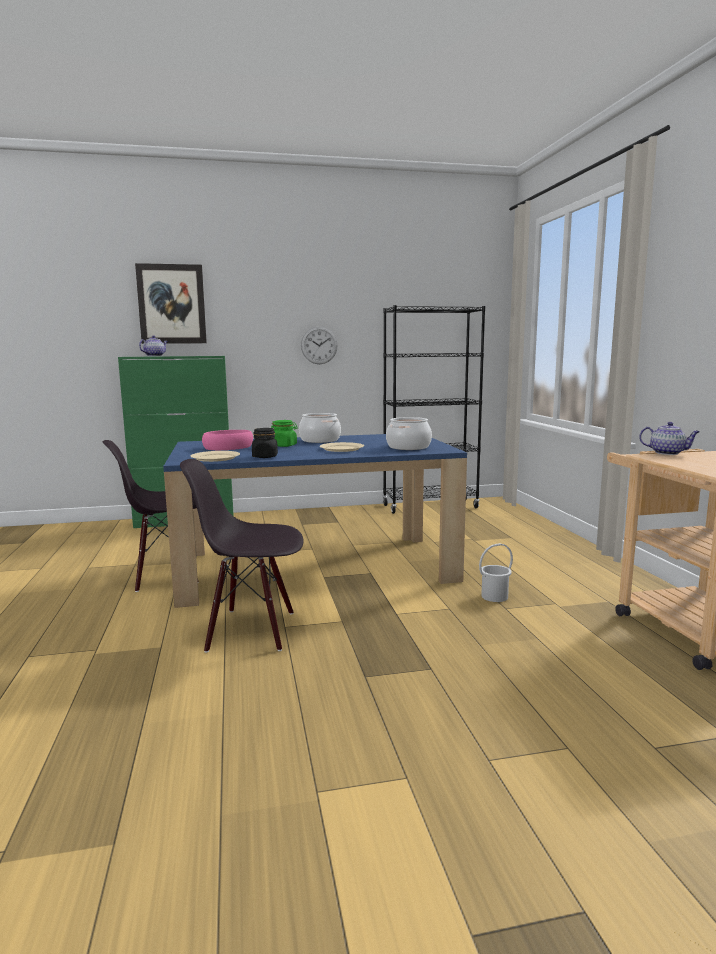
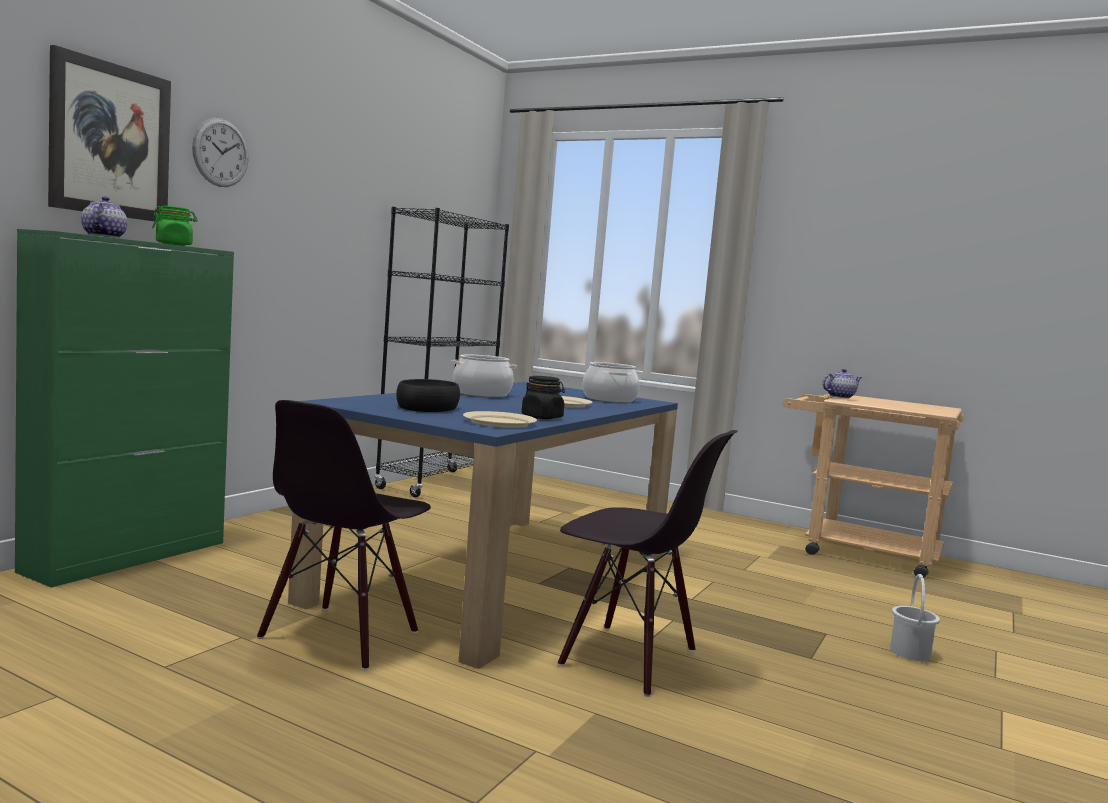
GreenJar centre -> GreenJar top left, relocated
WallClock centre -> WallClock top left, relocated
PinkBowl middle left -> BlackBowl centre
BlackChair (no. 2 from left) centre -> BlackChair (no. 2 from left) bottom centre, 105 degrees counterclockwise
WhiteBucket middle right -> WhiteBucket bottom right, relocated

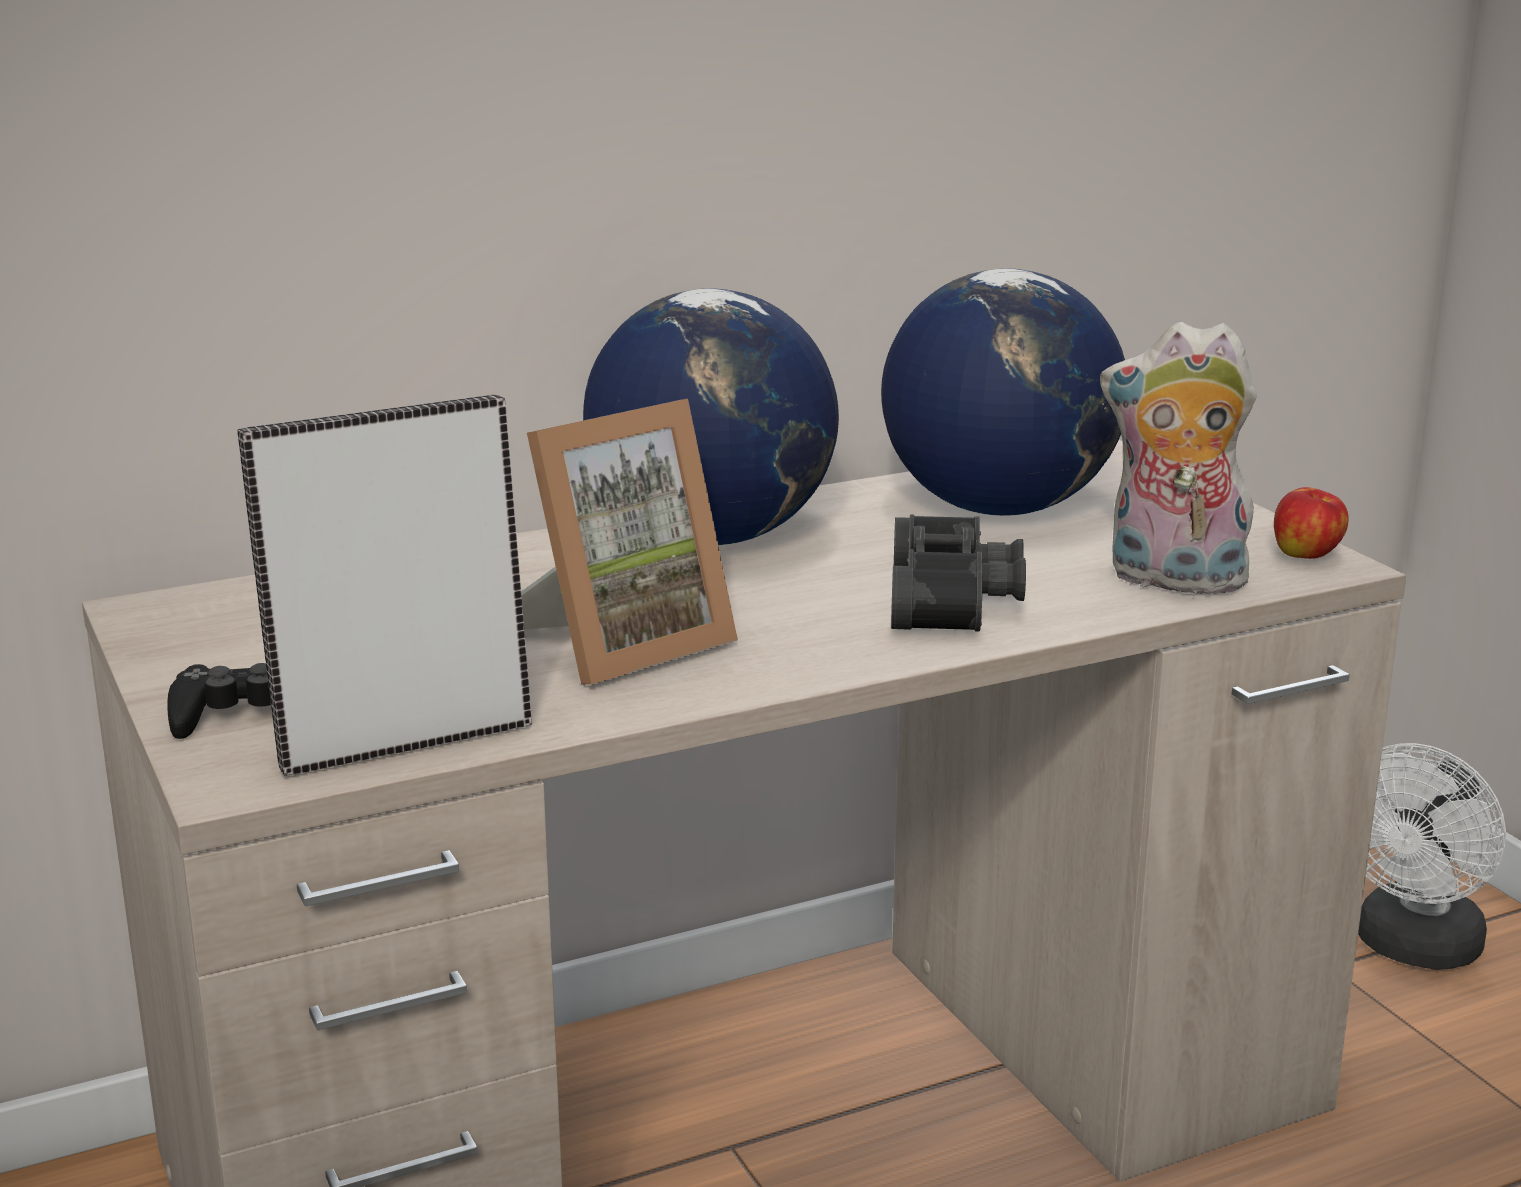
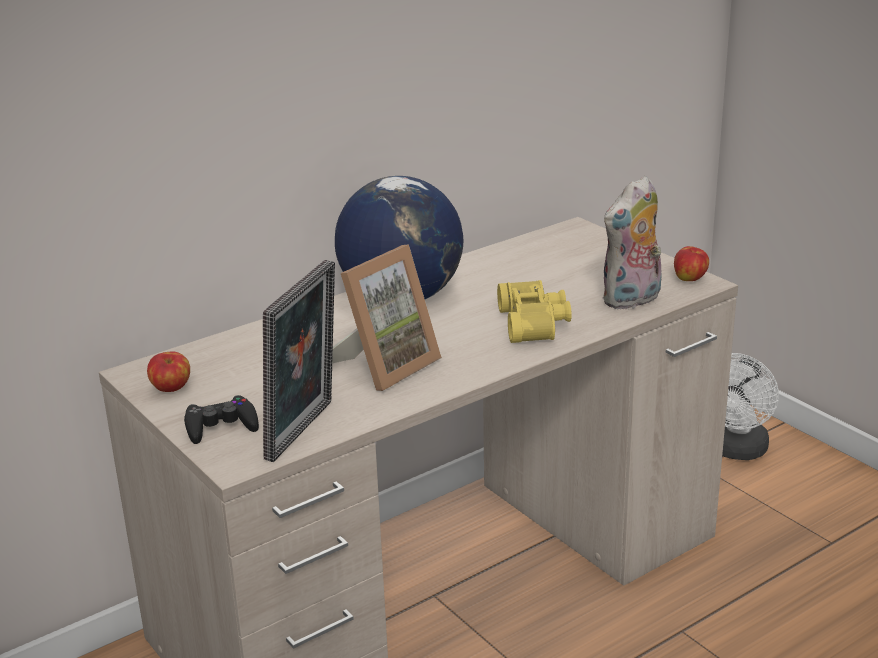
none -> Apple (no. 1 from left) middle left
PictureFrame (no. 1 from left) middle left -> PictureFrame (no. 1 from left) centre, 150 degrees clockwise
BlackBinoculars centre -> YellowBinoculars centre
PlushToy middle right, 45 degrees counterclockwise
Globe (no. 2 from left) top centre -> none

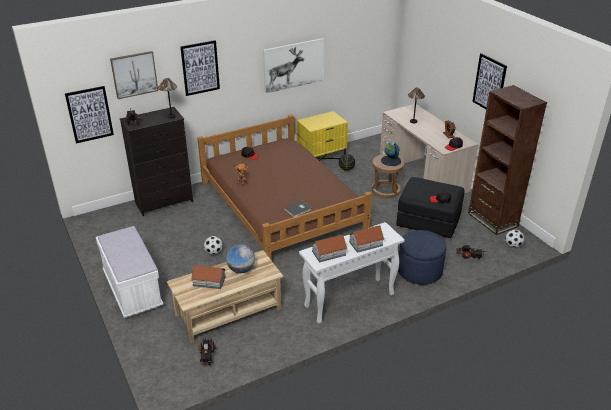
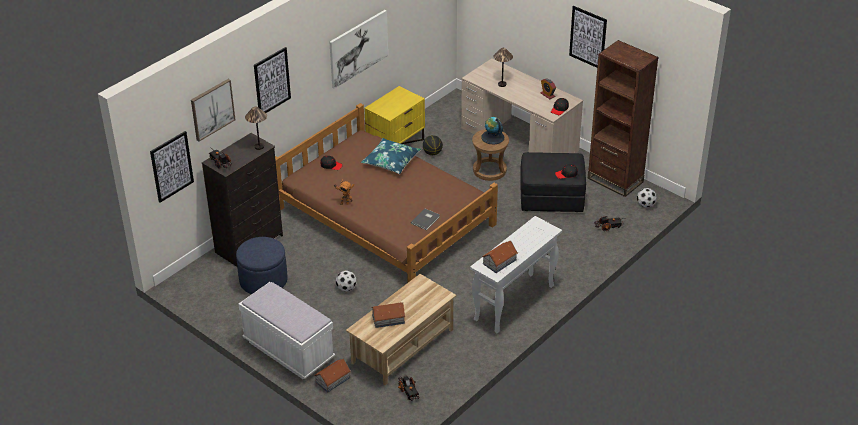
BlueOttoman middle right -> BlueOttoman middle left, relocated
ToyHouse (no. 3 from left in the first image) centre -> ToyHouse (no. 1 from left) bottom centre, relocated
none -> BluePillow centre
Globe (no. 1 from left) centre -> none

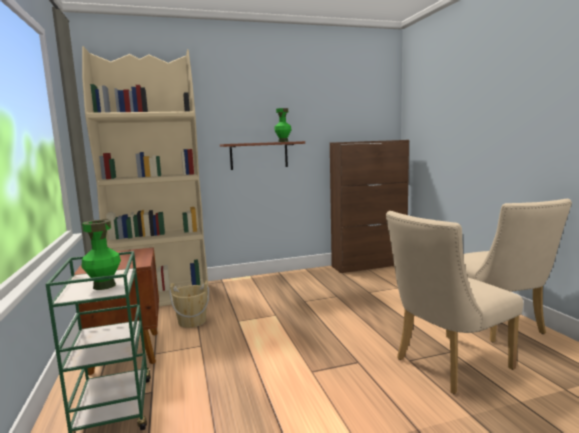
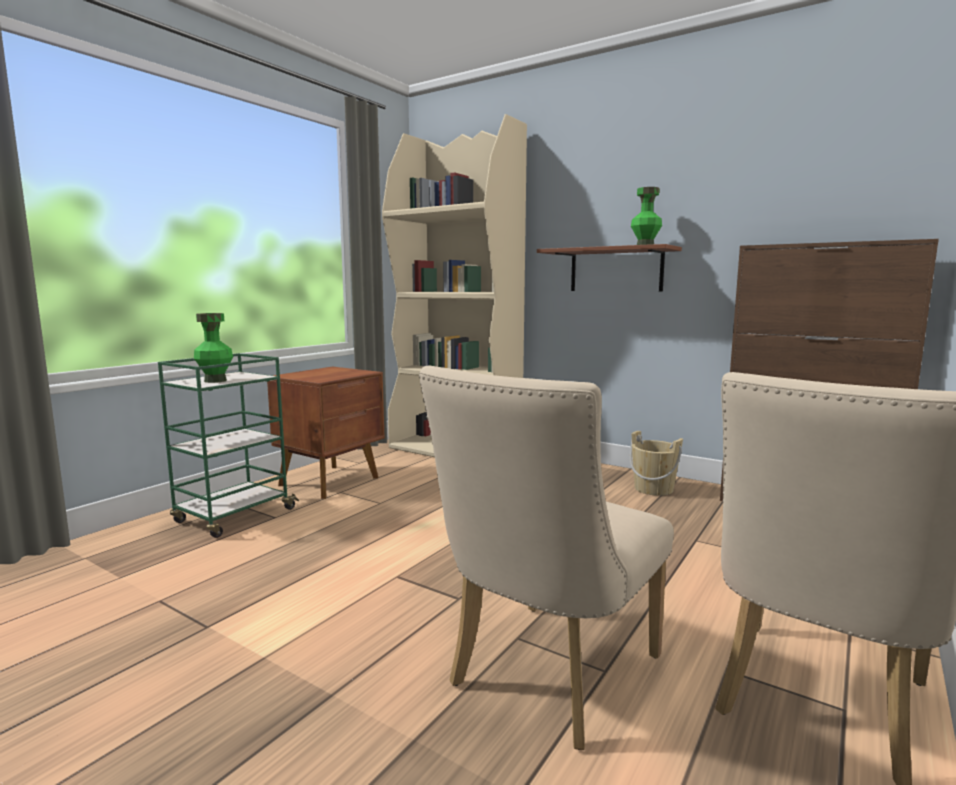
BeigeChair (no. 1 from left) bottom right -> BeigeChair (no. 1 from left) bottom centre, 75 degrees counterclockwise
BeigeBucket bottom left -> BeigeBucket middle right, relocated

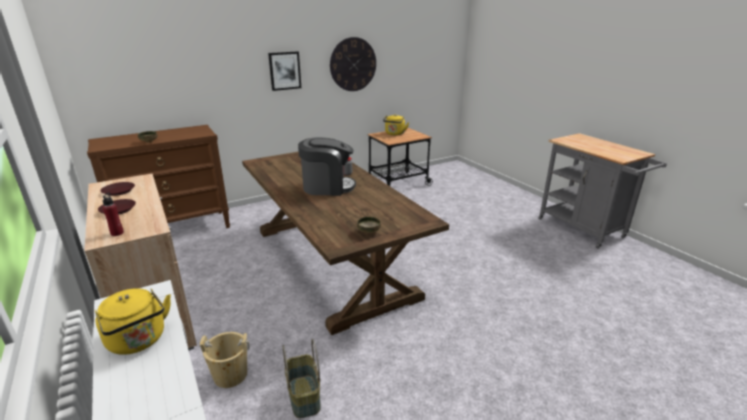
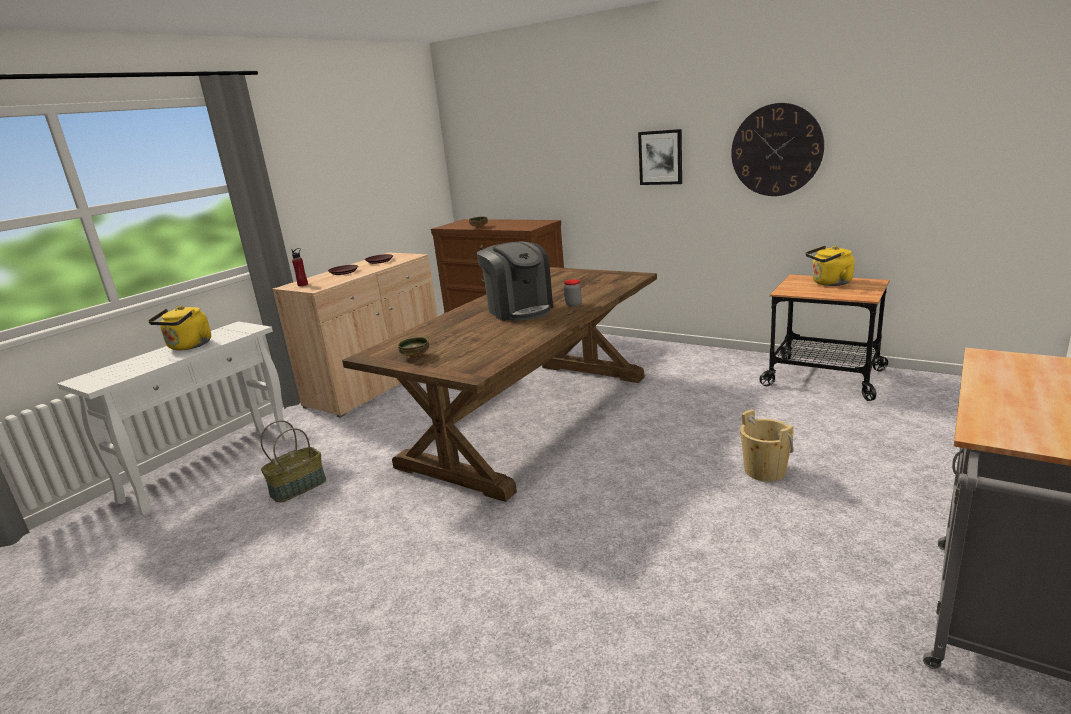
BeigeBucket bottom left -> BeigeBucket middle right, relocated

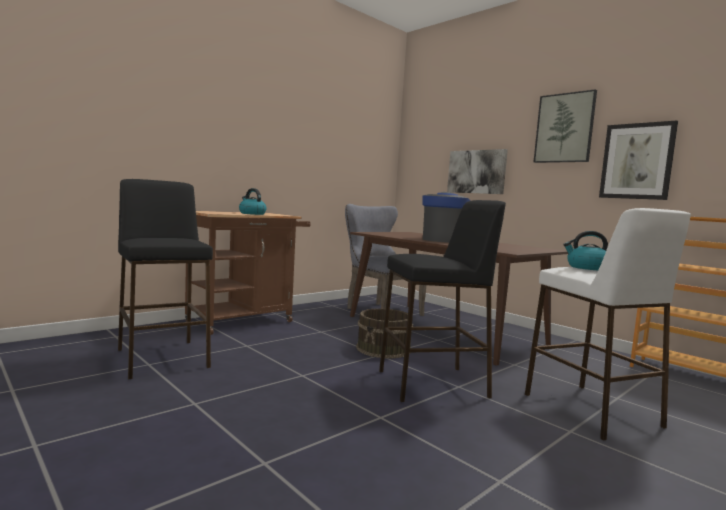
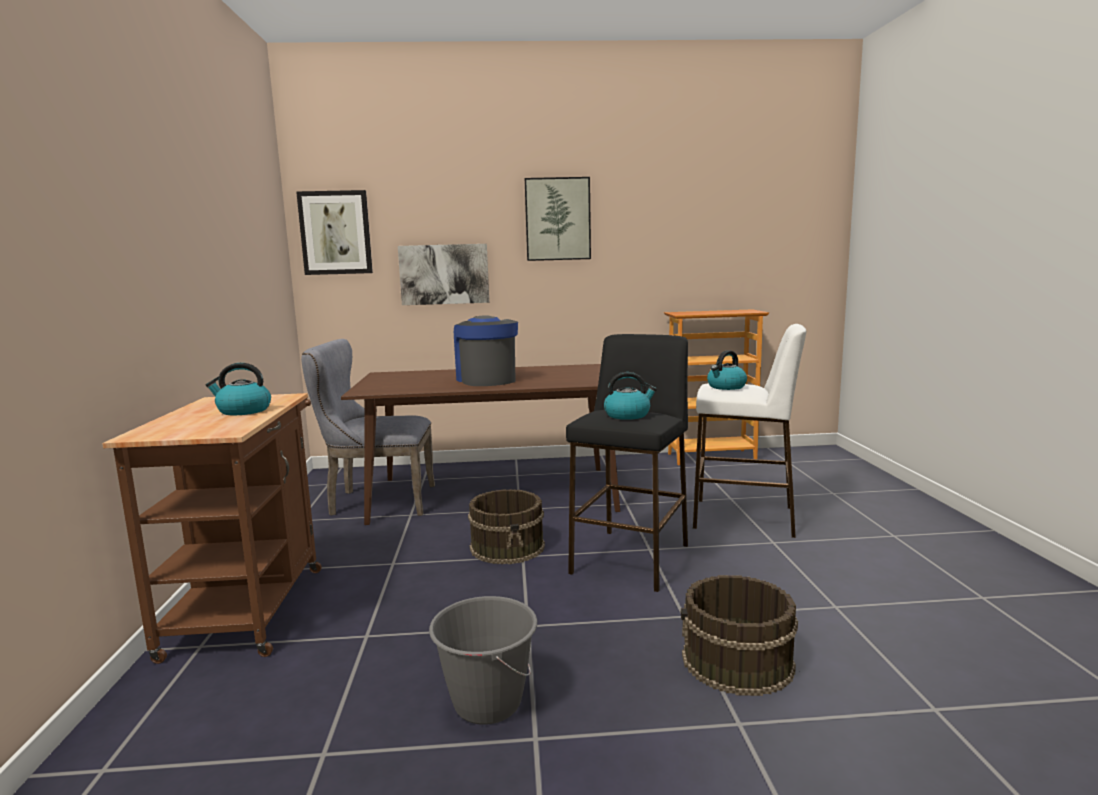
Picture (no. 3 from left in the first image) top right -> Picture (no. 1 from left) top left, relocated
none -> GreyBucket bottom centre
none -> Kettle (no. 2 from left) centre
none -> BrownBucket (no. 2 from left) bottom right
BlackStool (no. 1 from left) middle left -> none

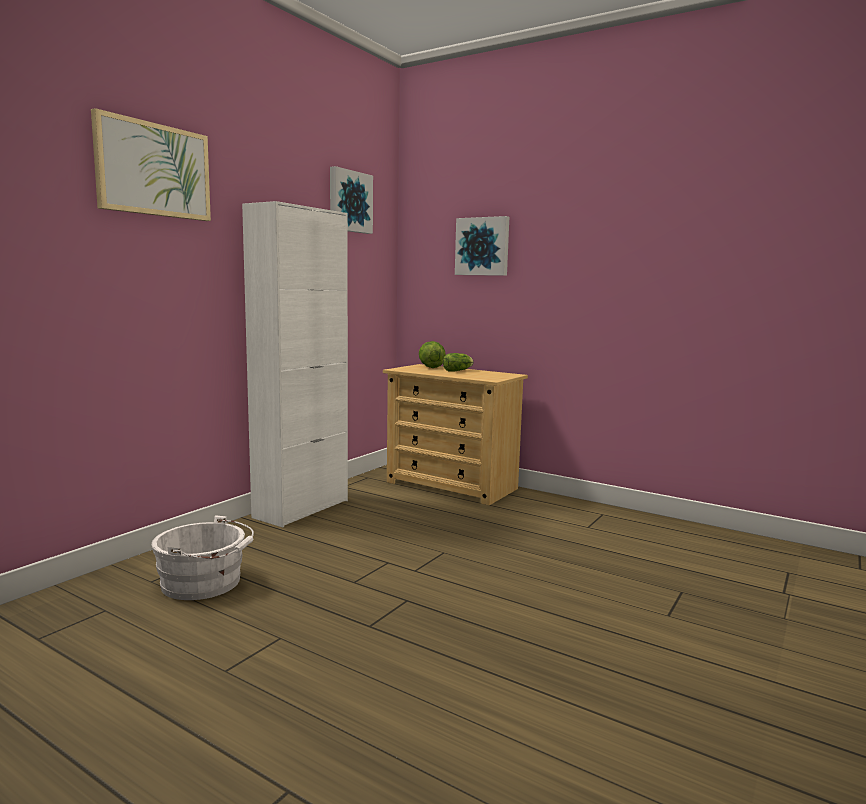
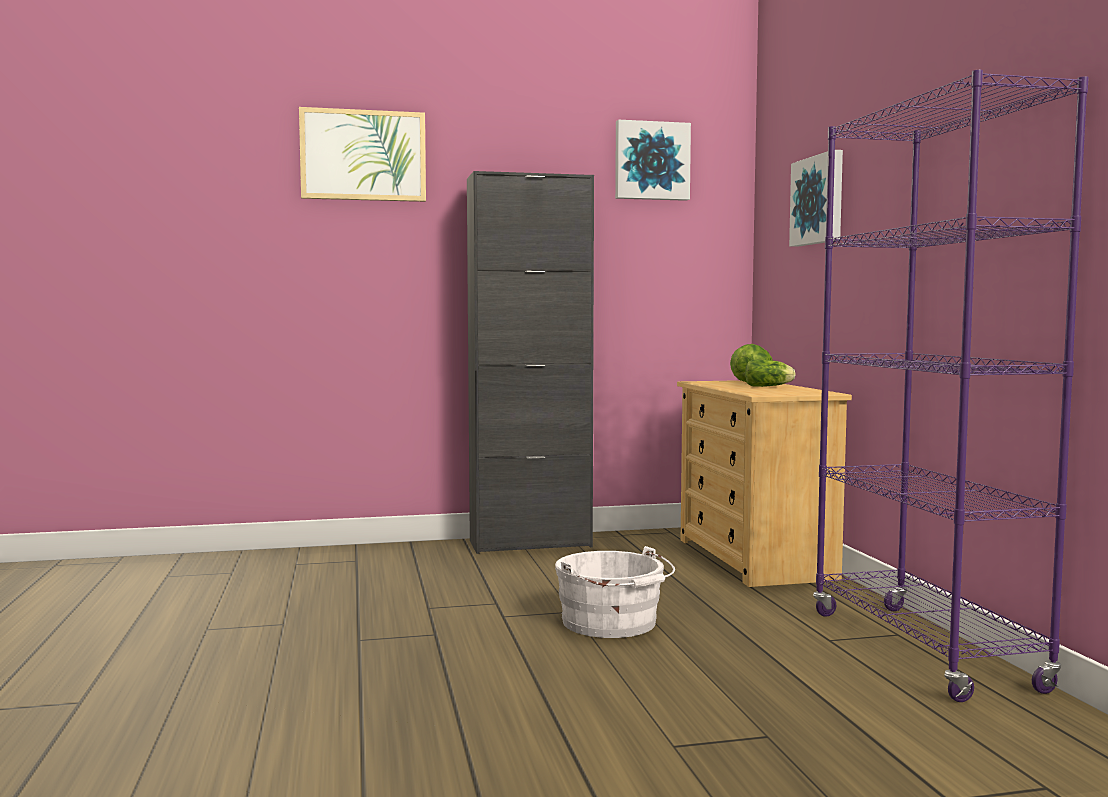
WhiteCabinet centre -> BlackCabinet centre
WhiteBucket bottom left -> WhiteBucket bottom centre, relocated
none -> PurpleBookcase middle right

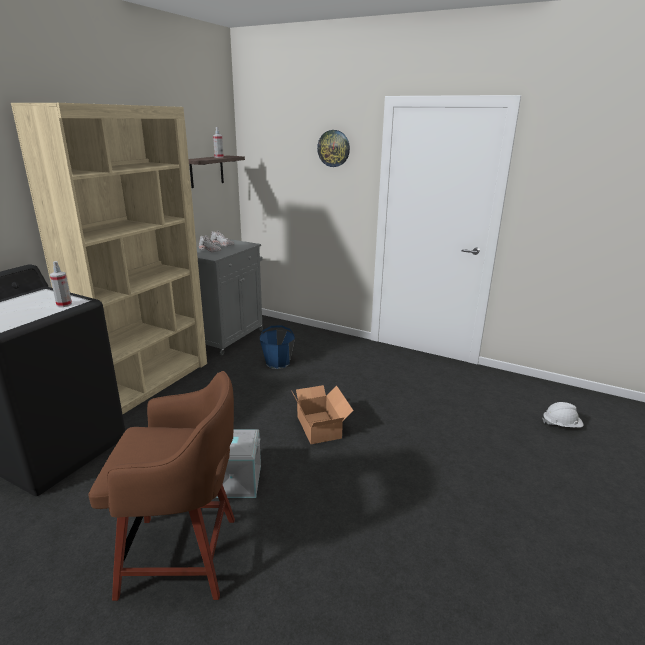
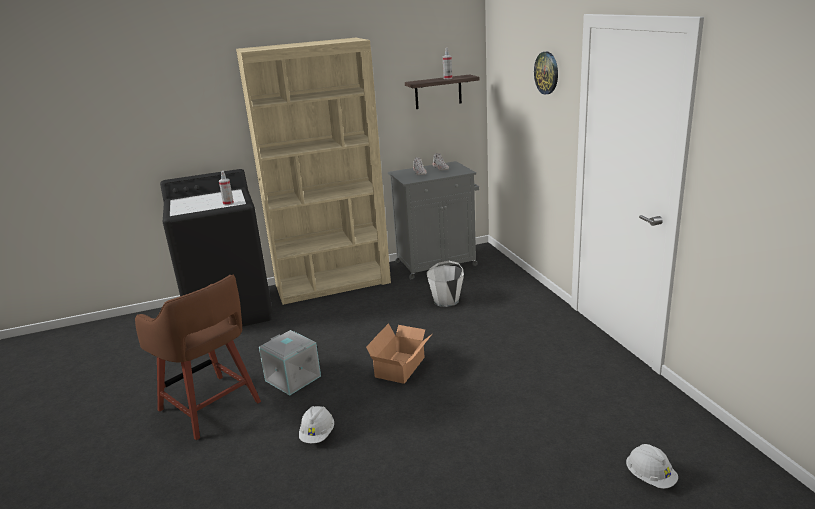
none -> WhiteHardHat (no. 1 from left) bottom centre
BlueBucket centre -> WhiteBucket centre

